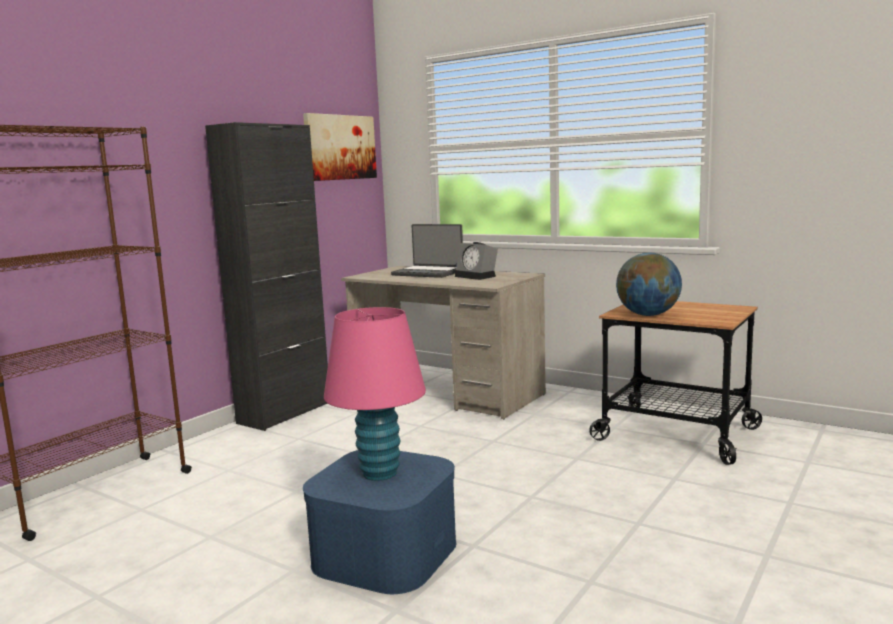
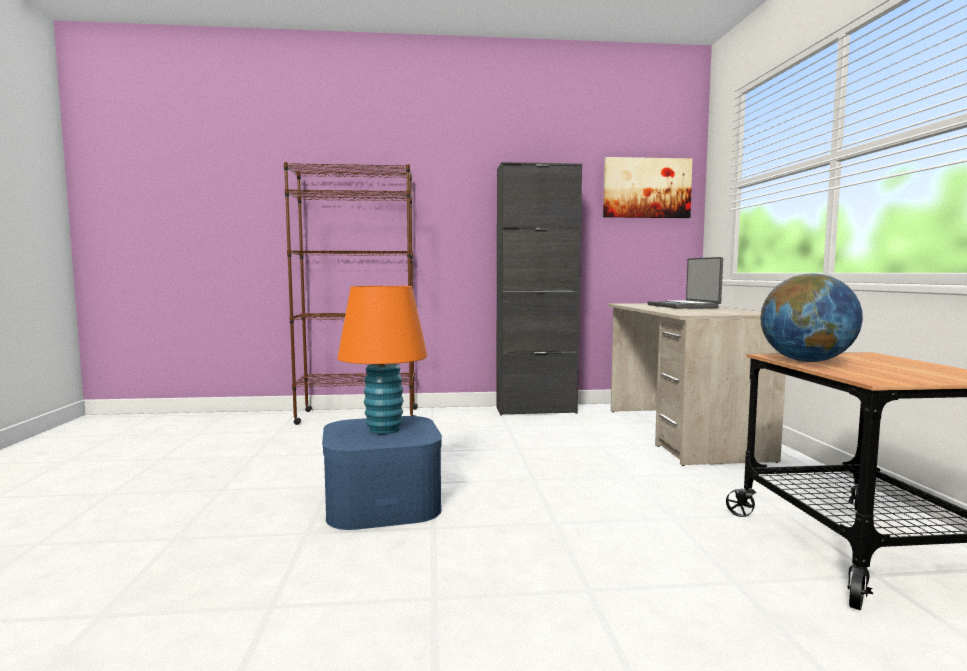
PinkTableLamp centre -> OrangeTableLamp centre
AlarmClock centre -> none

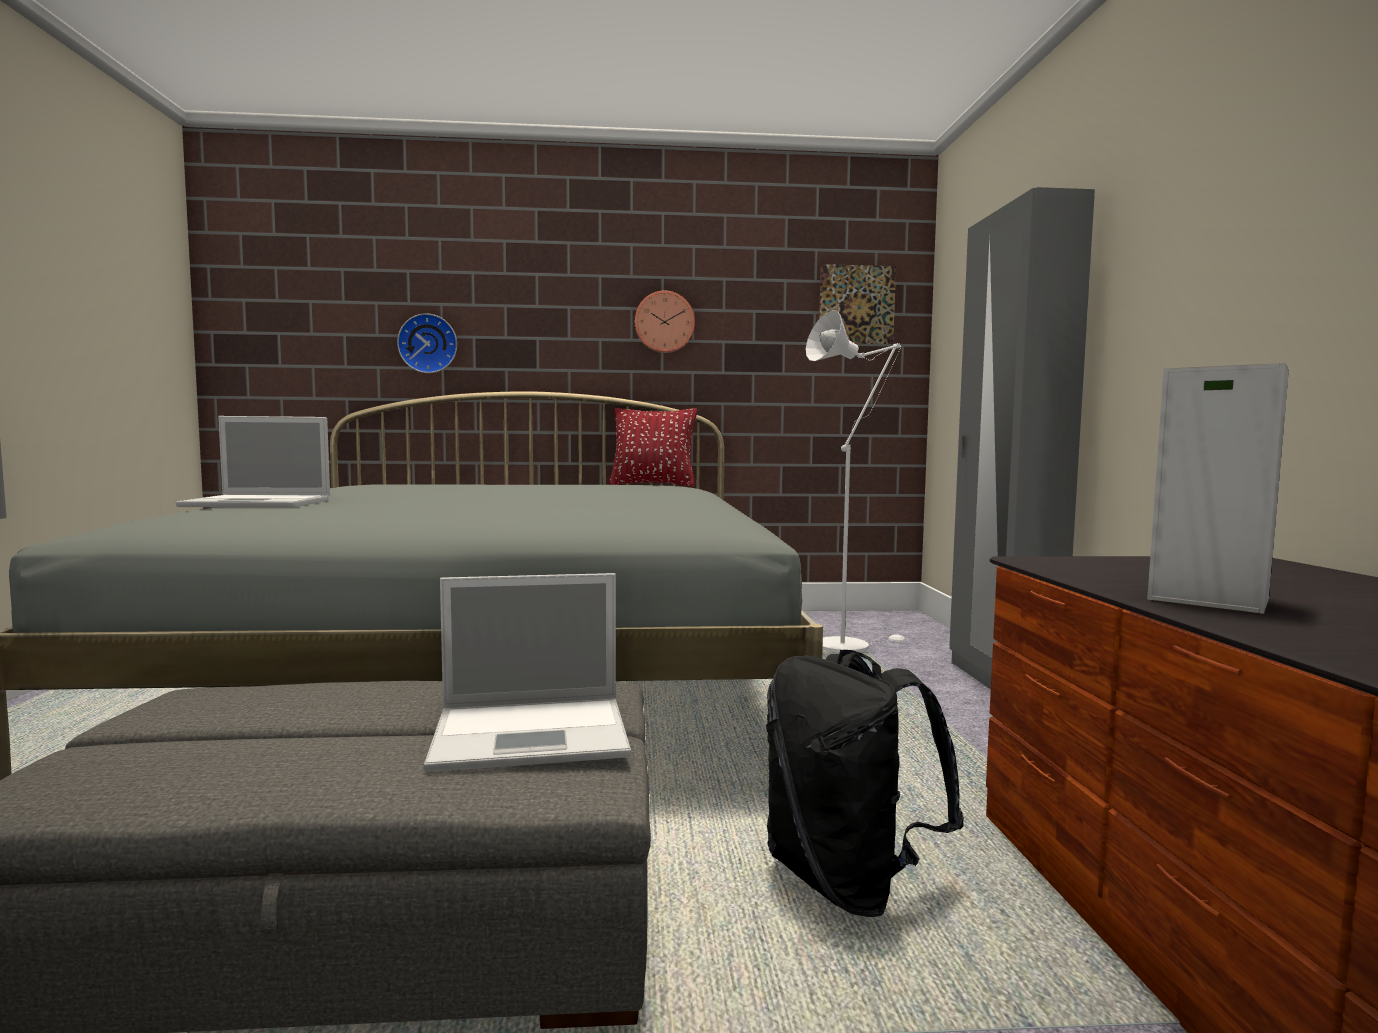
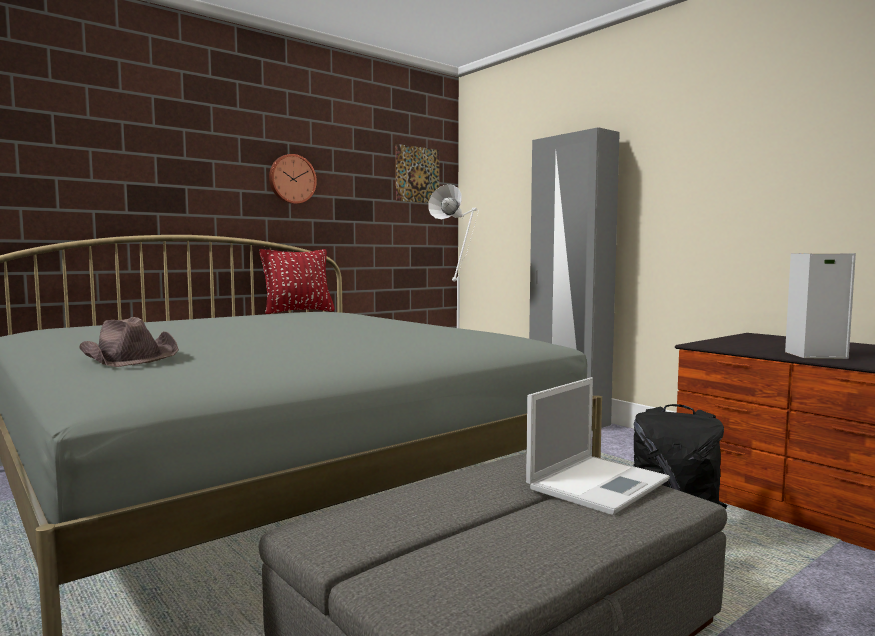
Laptop (no. 1 from left) middle left -> BrownHat middle left
WallClock (no. 1 from left) top left -> none

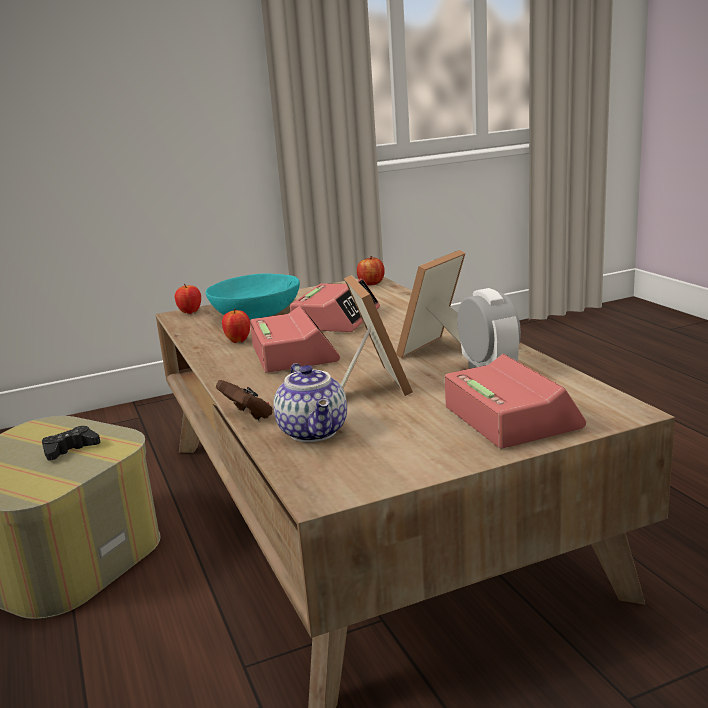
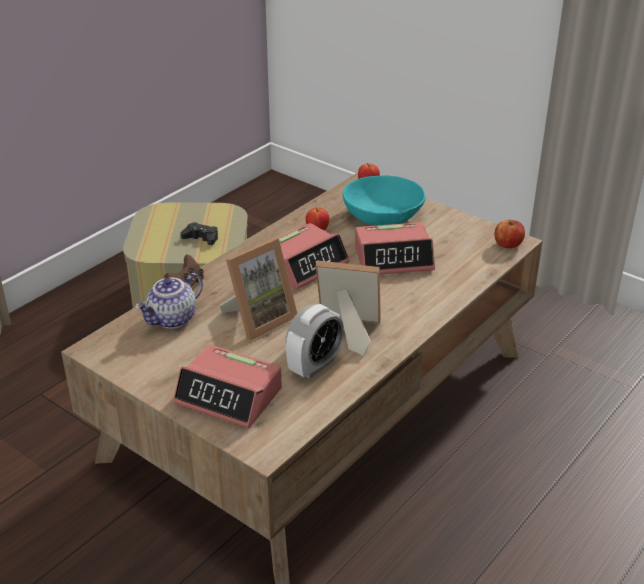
AlarmClock (no. 4 from left in the first image) middle right -> AlarmClock (no. 1 from left) centre, 75 degrees clockwise

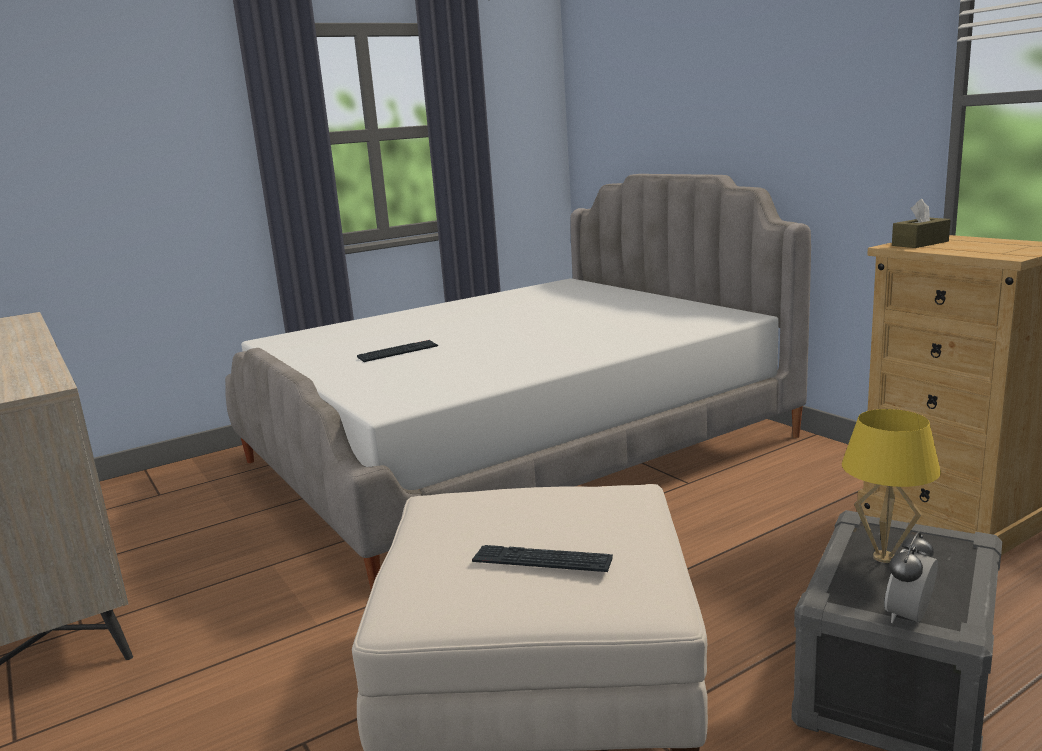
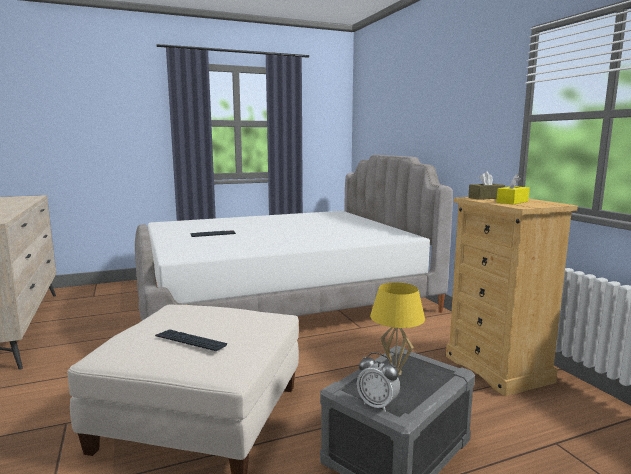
AlarmClock bottom right -> AlarmClock bottom centre, 105 degrees counterclockwise
none -> YellowTissueBox middle right

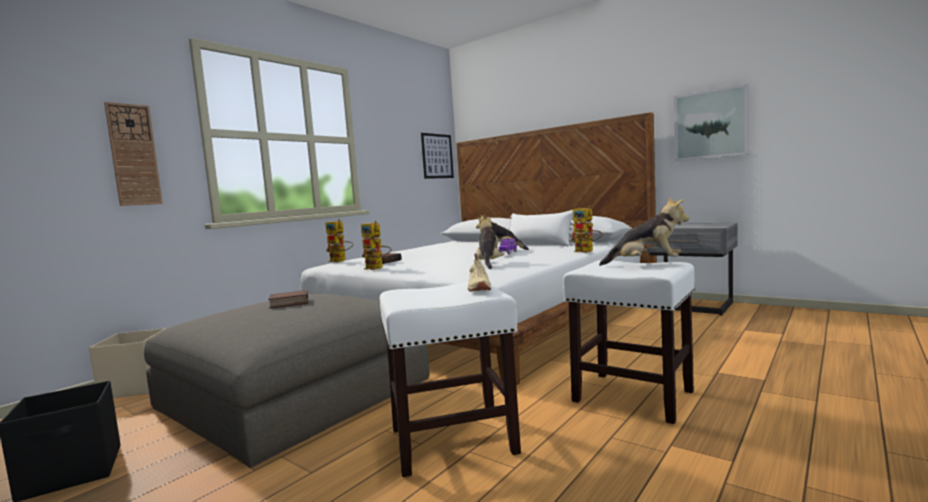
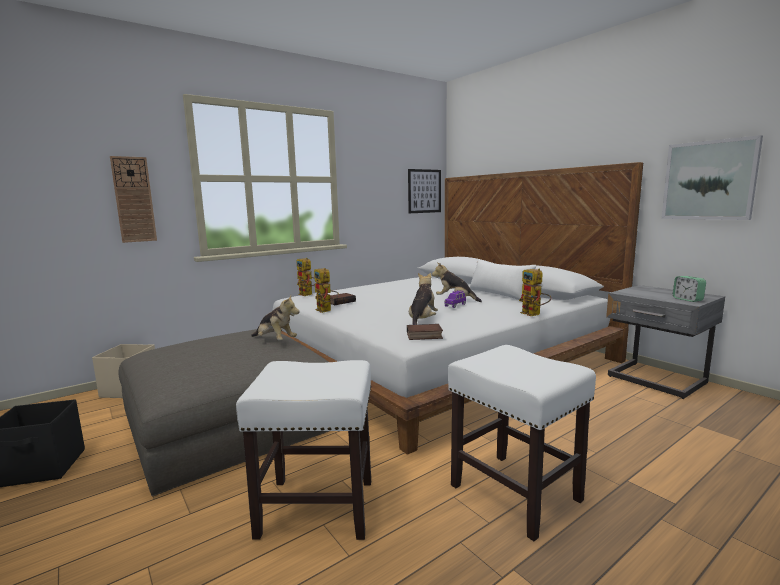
PlushToy (no. 3 from left in the first image) middle right -> PlushToy (no. 1 from left) centre, relocated
Book (no. 1 from left in the first image) middle left -> Book (no. 2 from left) centre, relocated
none -> AlarmClock middle right
BeigeShoe centre -> none

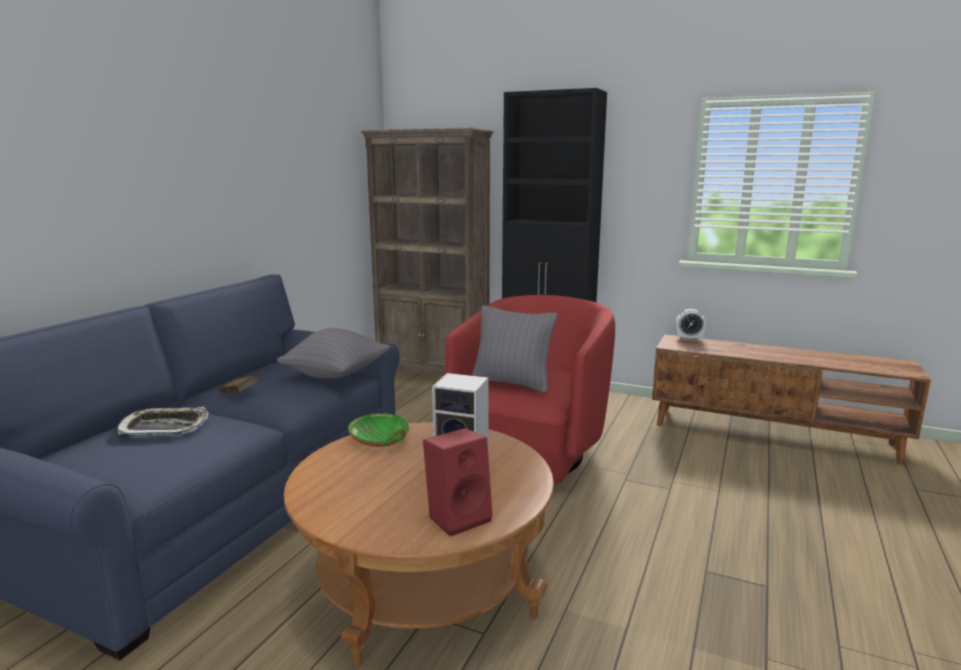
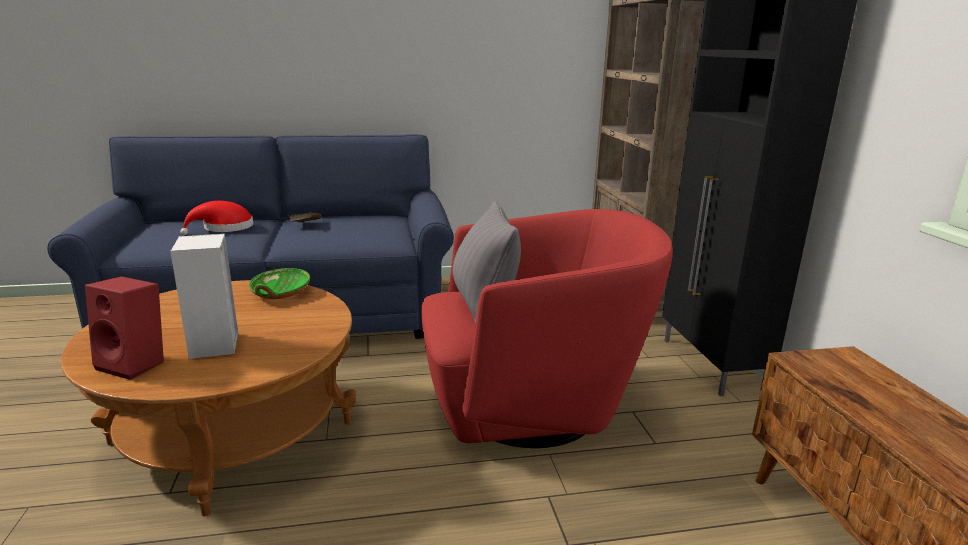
Tray middle left -> RedHat middle left
GreyPillow (no. 1 from left) centre -> none
AlarmClock middle right -> none

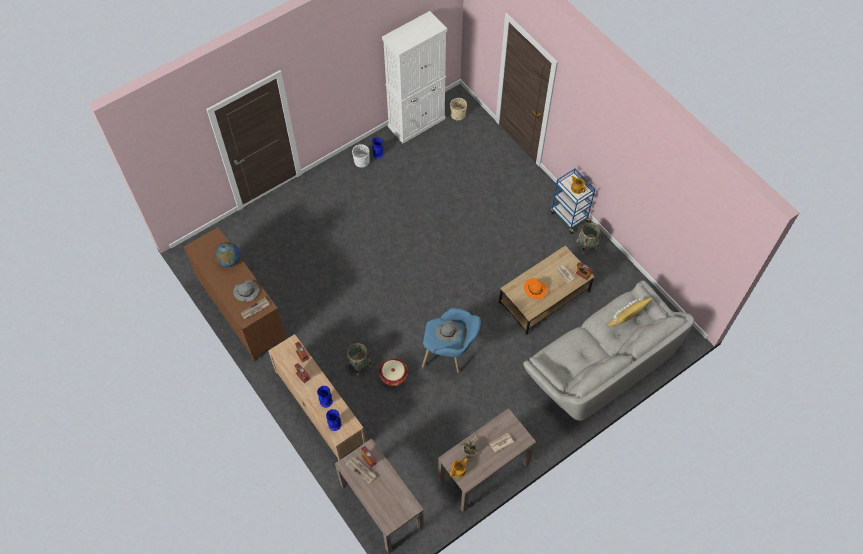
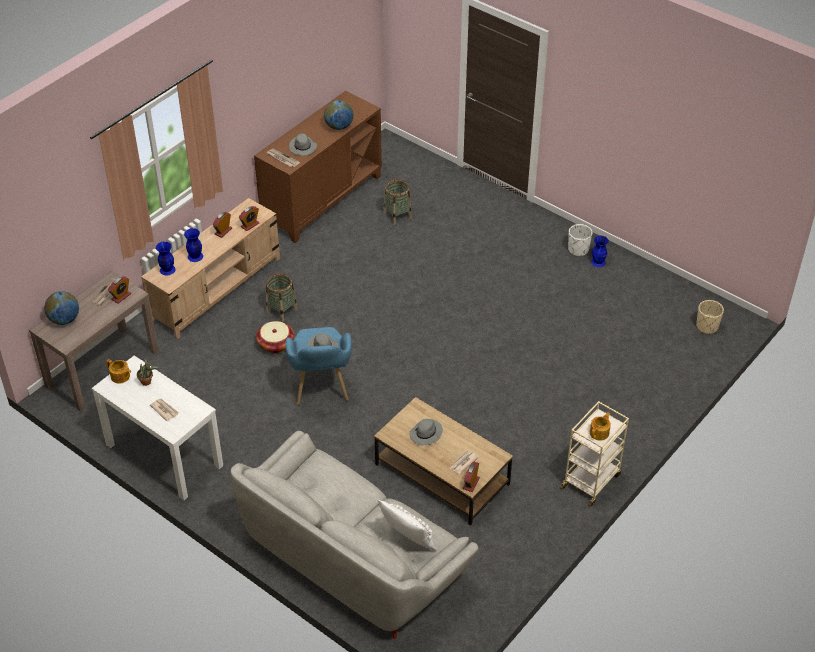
none -> Globe (no. 1 from left) middle left
BrownConsoleTable (no. 2 from left) bottom centre -> WhiteConsoleTable middle left
YellowPillow middle right -> WhitePillow bottom centre
Basket (no. 3 from left) middle right -> Basket (no. 3 from left) top centre, relocated
OrangeHat centre -> GreyHat (no. 3 from left) centre
BlueCart centre -> BeigeCart bottom right
WhiteCabinet top centre -> none

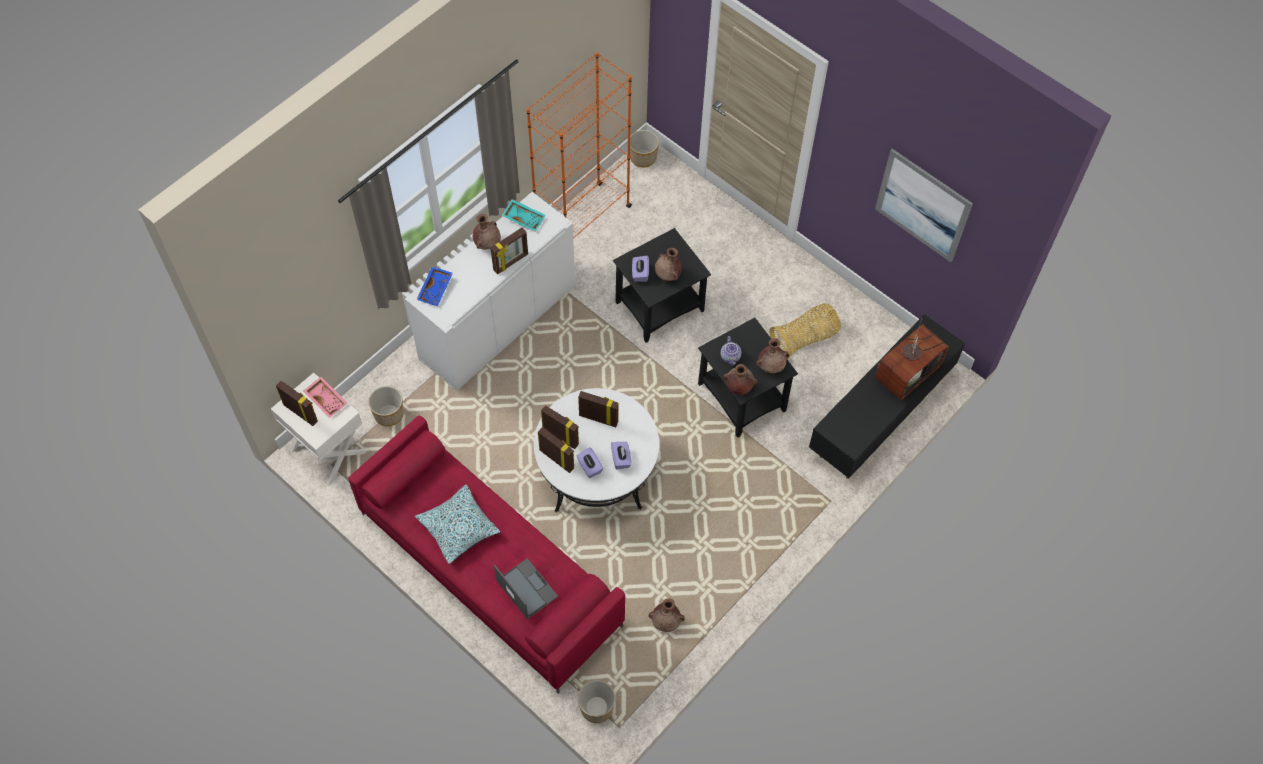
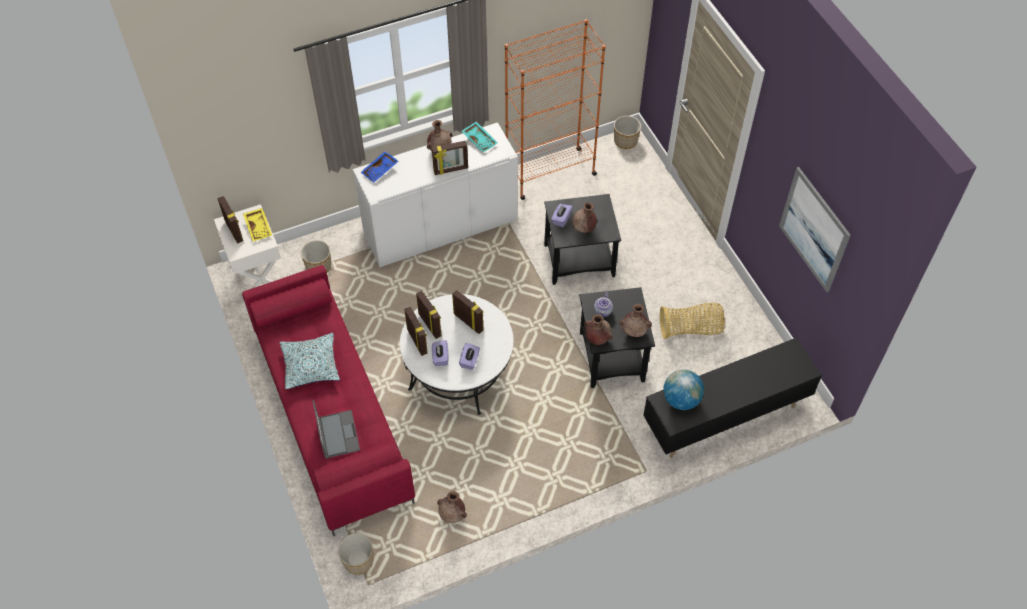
PinkTray middle left -> YellowTray middle left
none -> Globe centre
Television middle right -> none

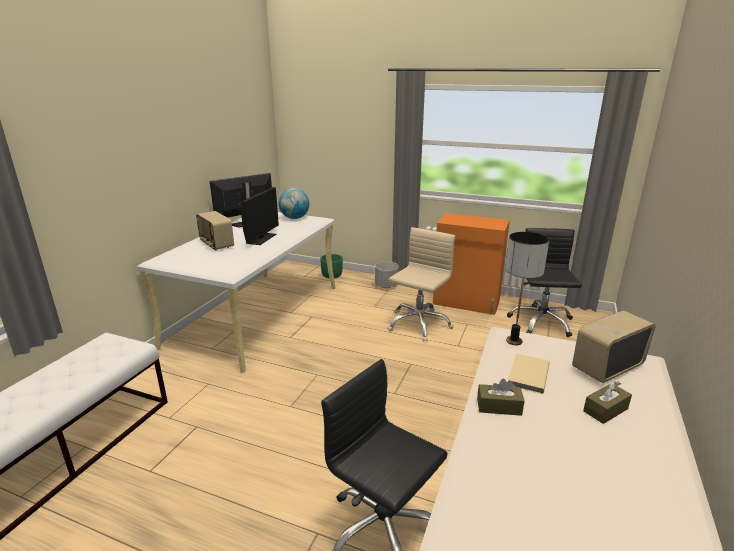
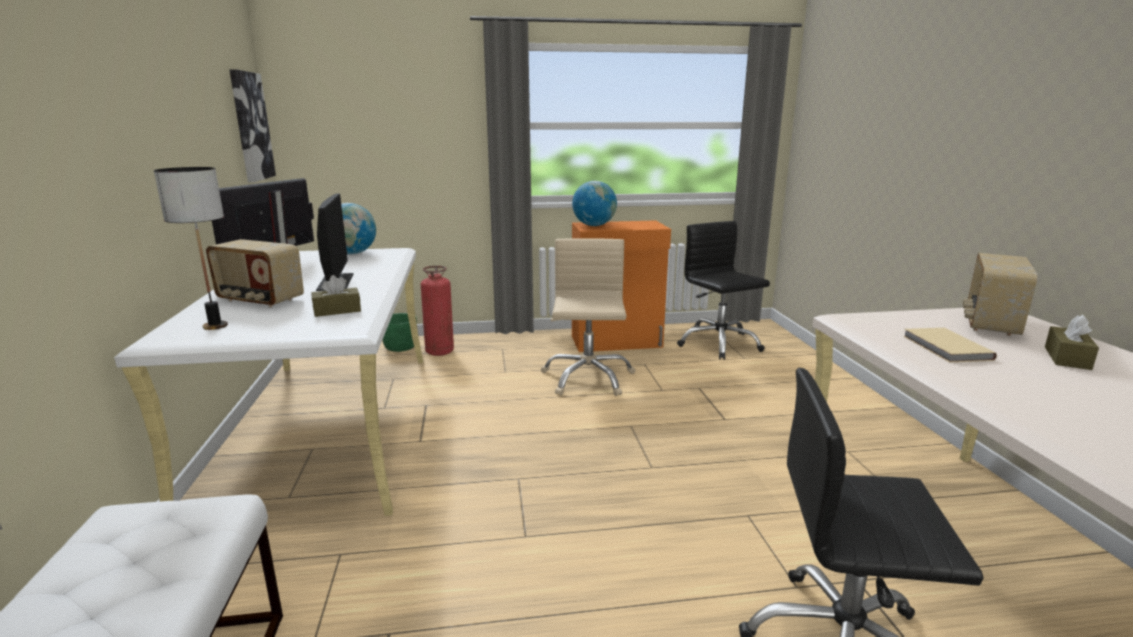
TableLamp middle right -> TableLamp middle left, relocated
none -> Picture top left
BrownTissueBox (no. 1 from left) bottom right -> BrownTissueBox (no. 1 from left) middle left, relocated
none -> FireExtinguisher centre
none -> Globe (no. 2 from left) top centre
GreyPlanter centre -> none

